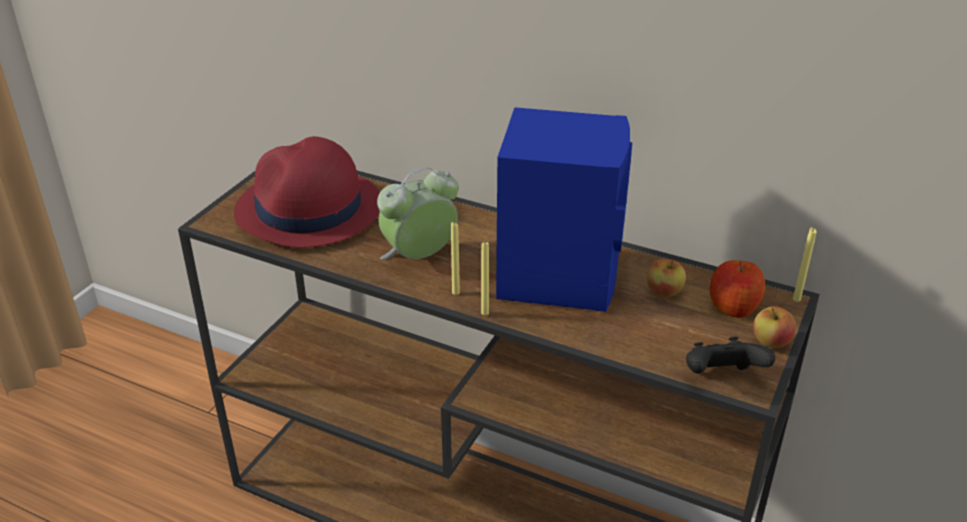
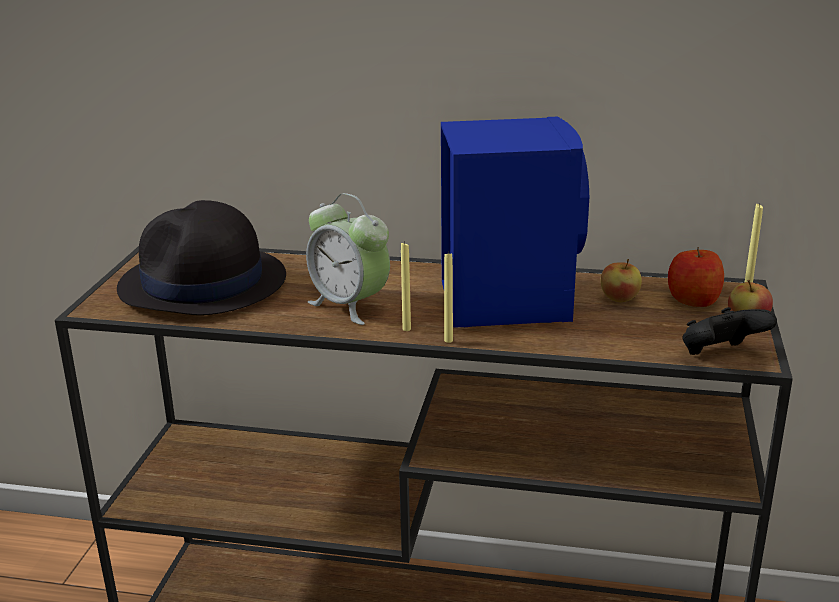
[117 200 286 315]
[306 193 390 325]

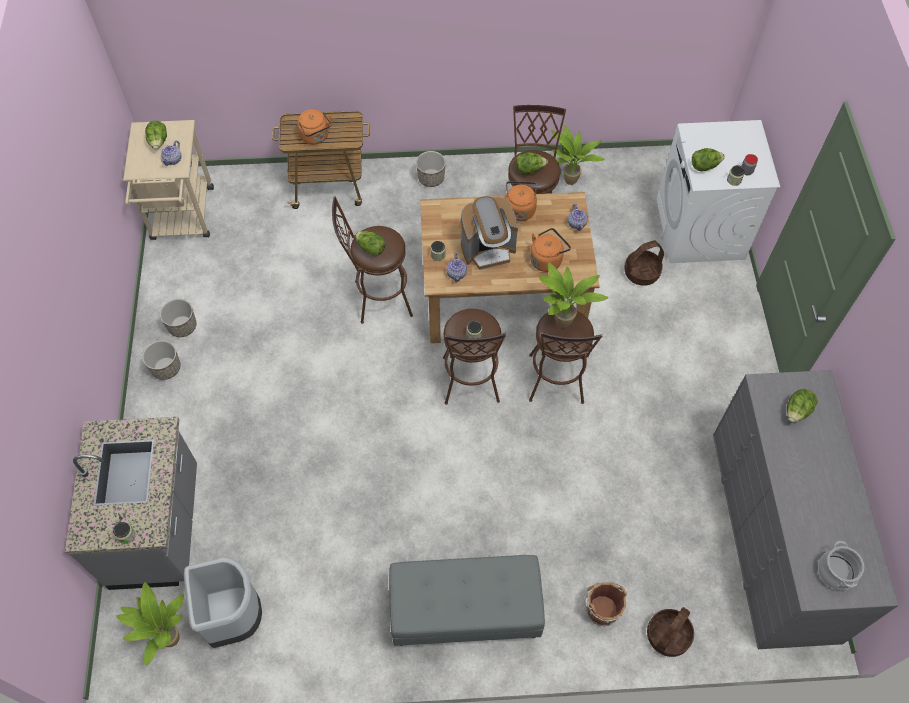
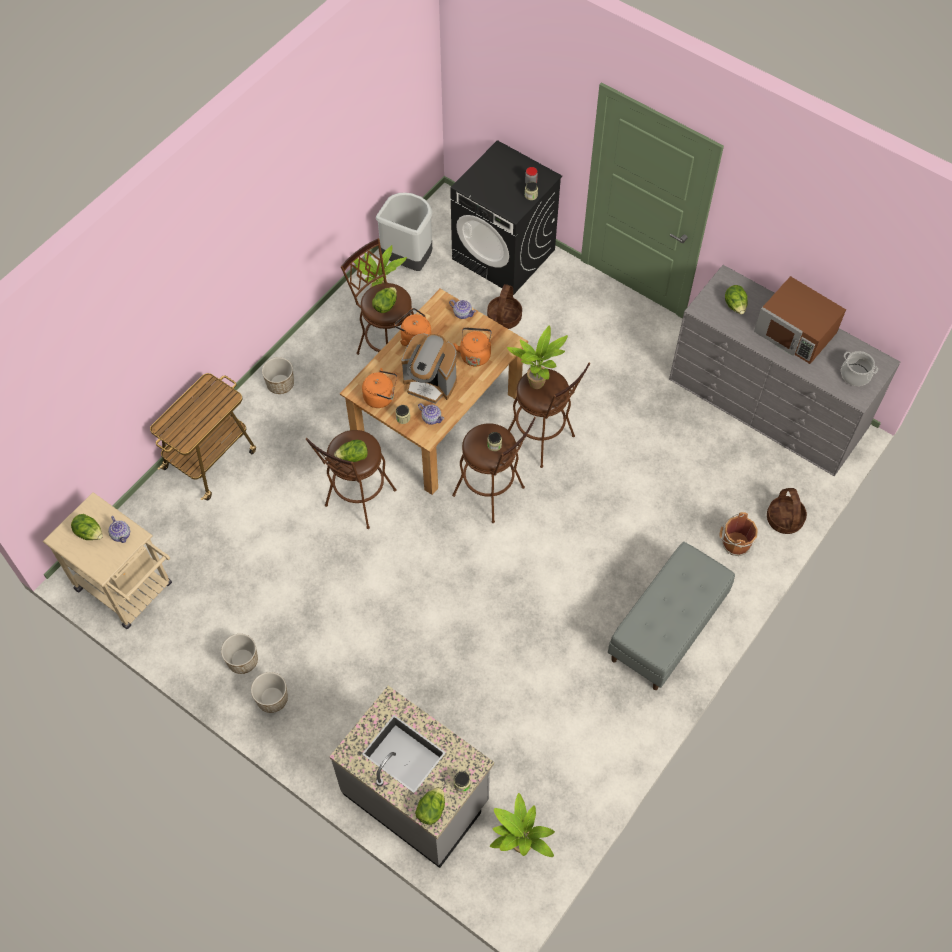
[754 276 846 364]
[376 193 433 271]
[362 368 397 408]
[415 787 445 825]
[450 140 562 295]
[401 334 457 404]

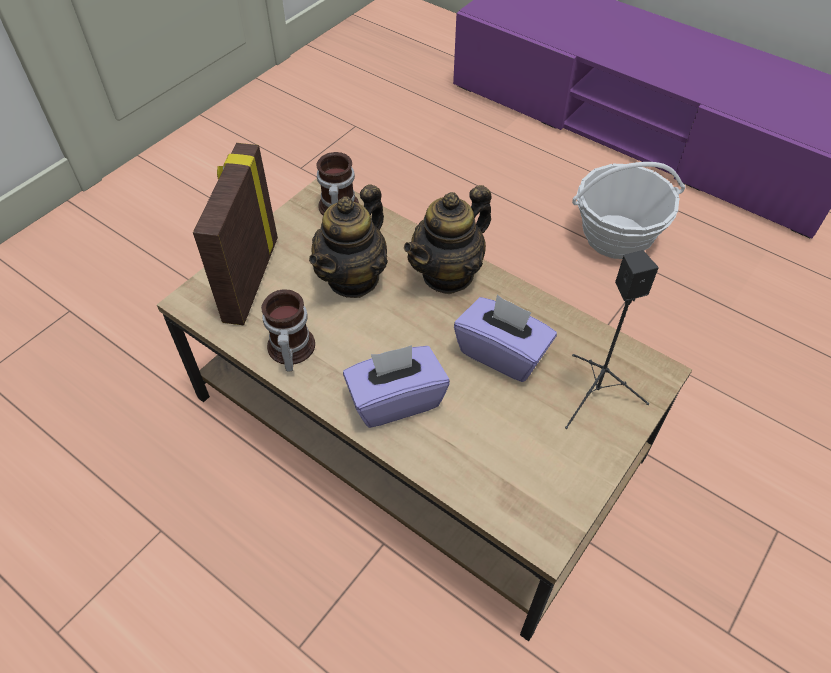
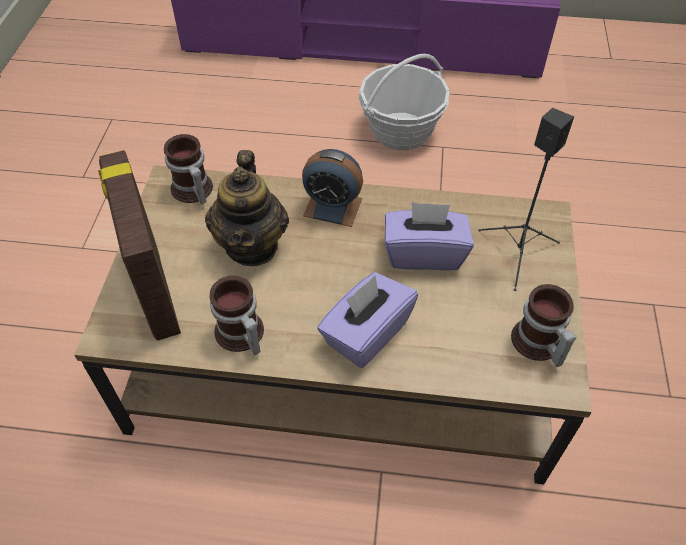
[511 284 576 367]
[302 149 363 227]

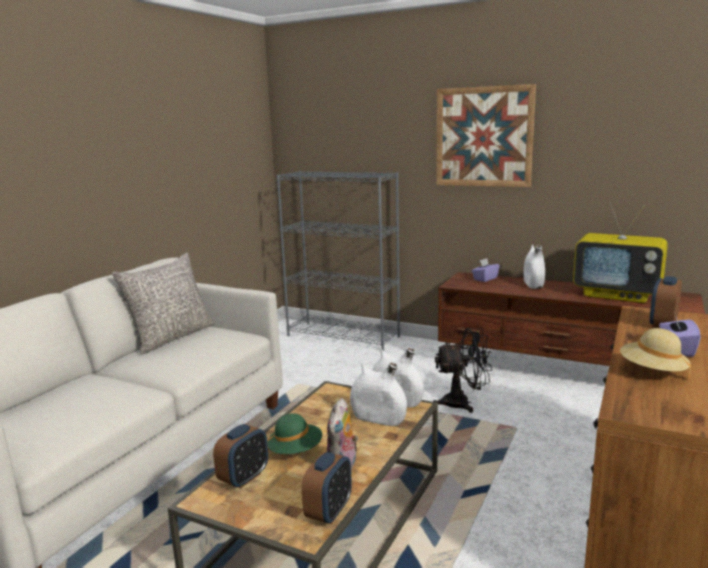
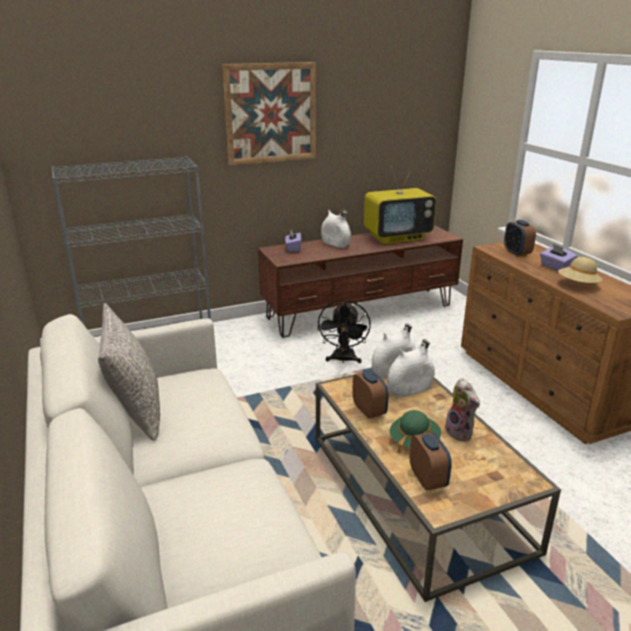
[352 370 389 419]
[317 300 371 363]

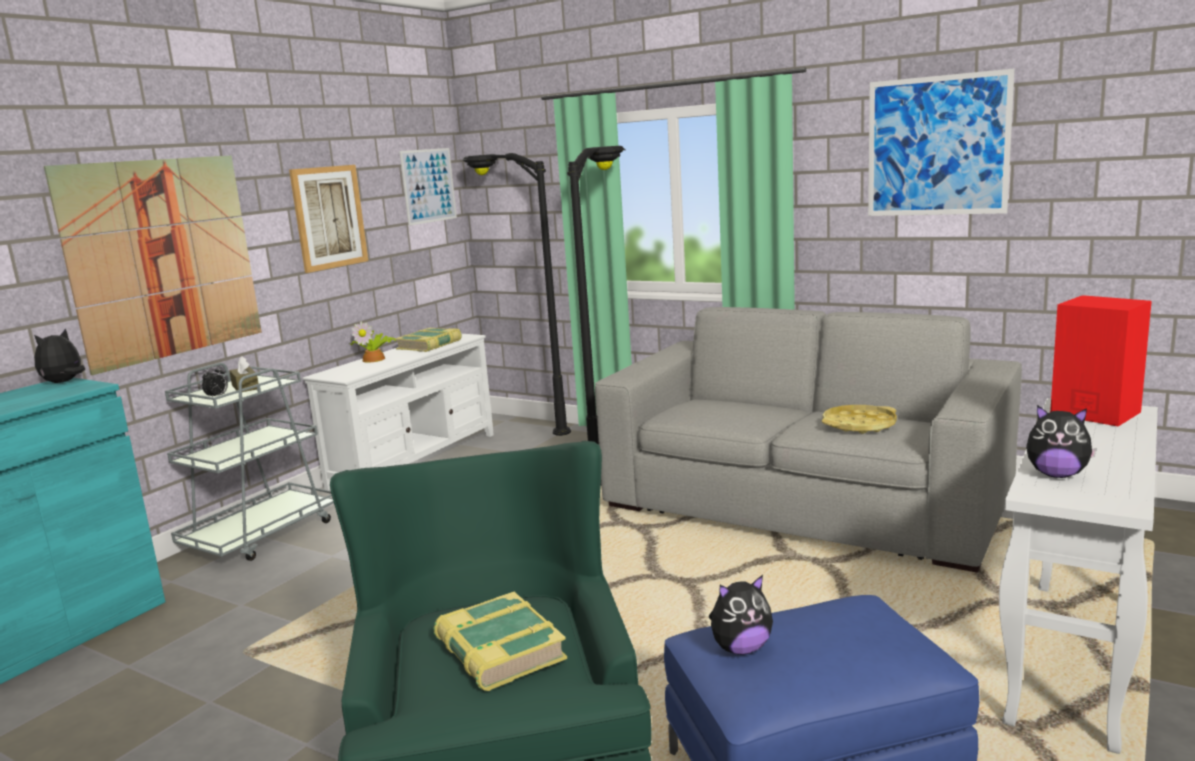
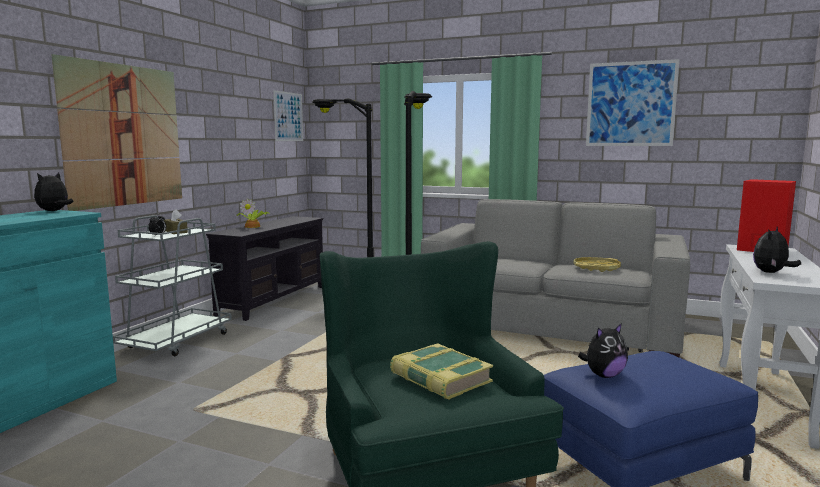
[289 165 368 273] (first image)
[395 328 462 352] (first image)
[206 216 323 321]
[753 227 801 273]

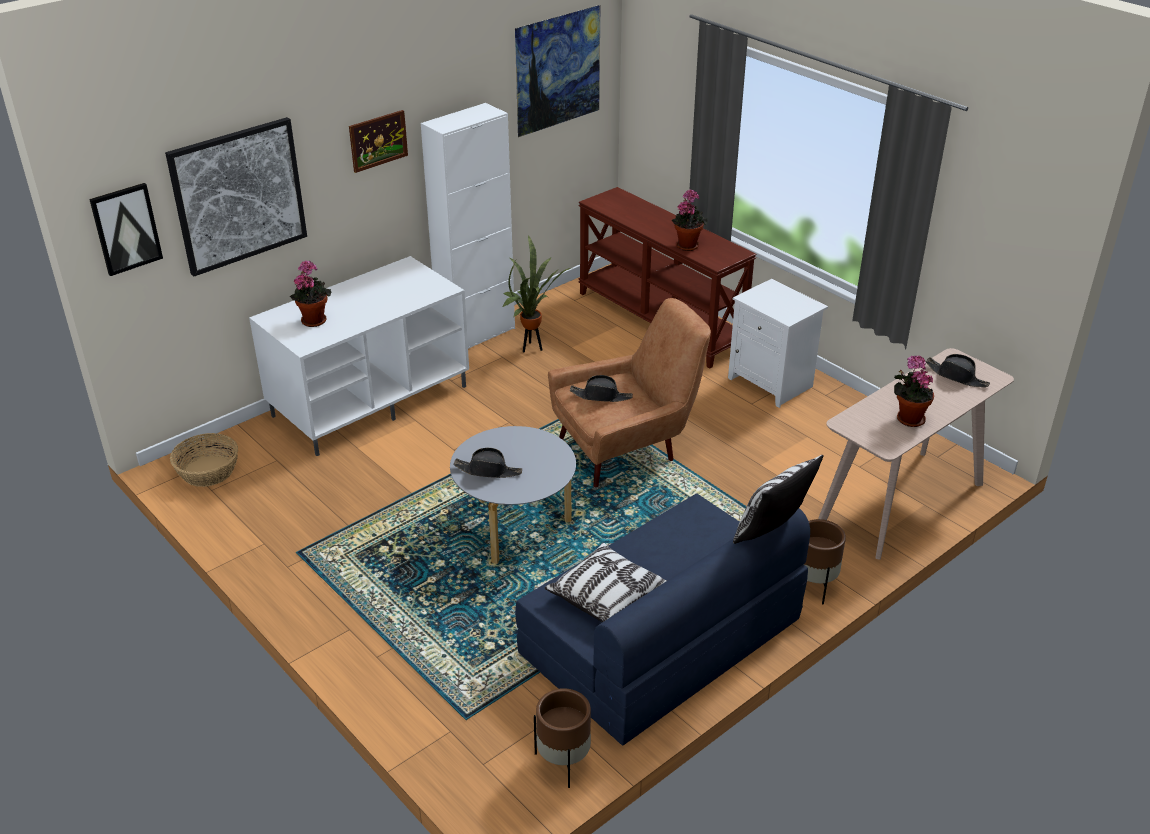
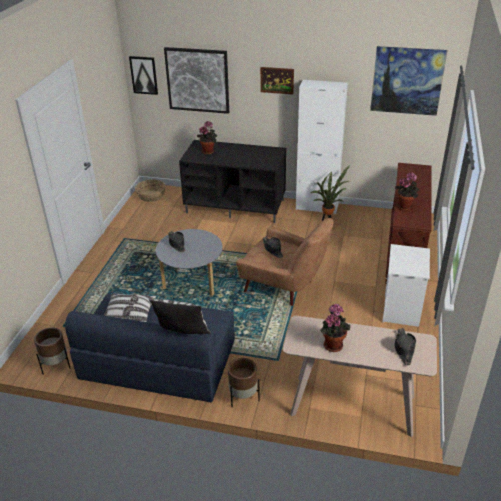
[179 140 286 223]

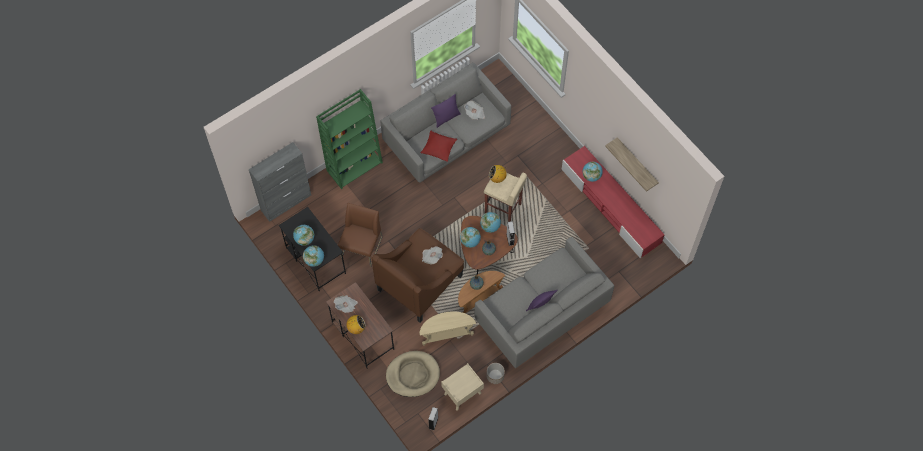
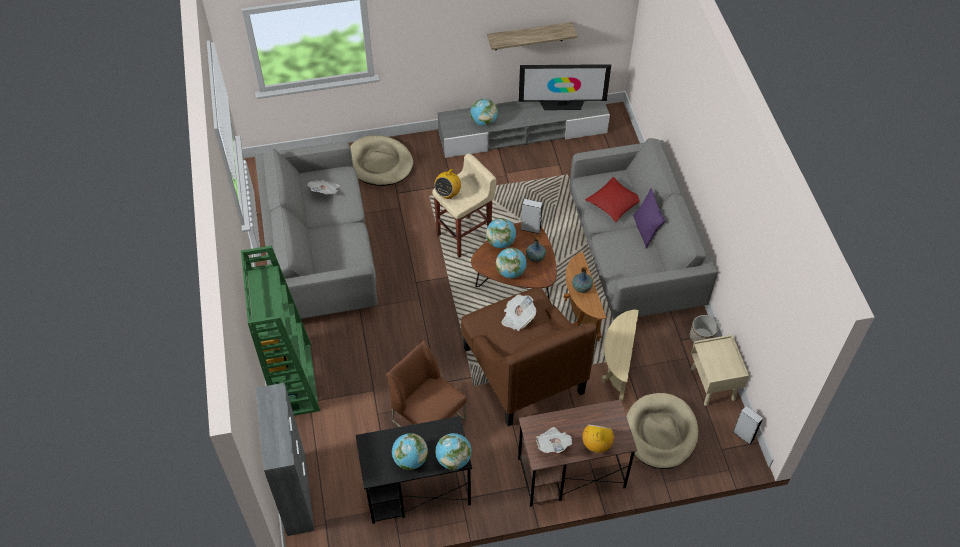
[431 94 461 128] (first image)
[350 135 413 186]
[519 64 611 110]
[585 177 640 222]
[437 101 610 158]

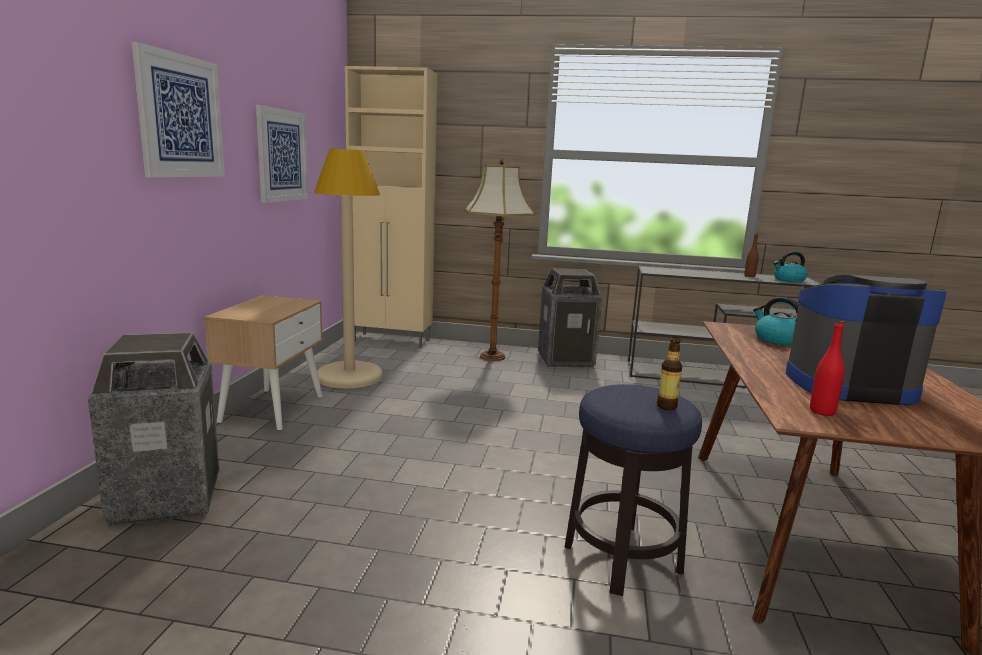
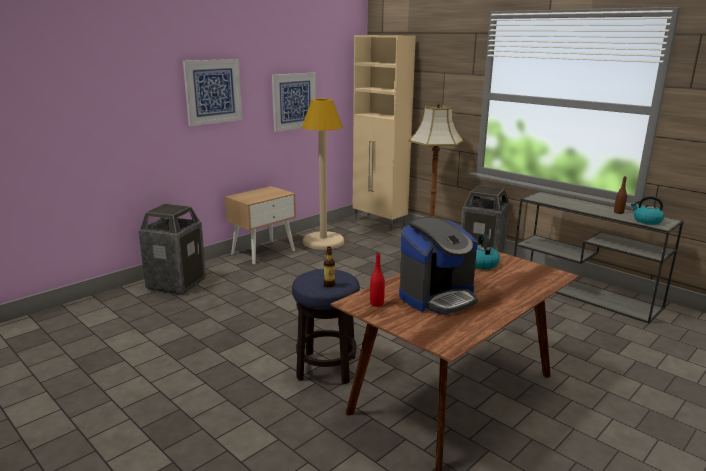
[399 217 478 315]

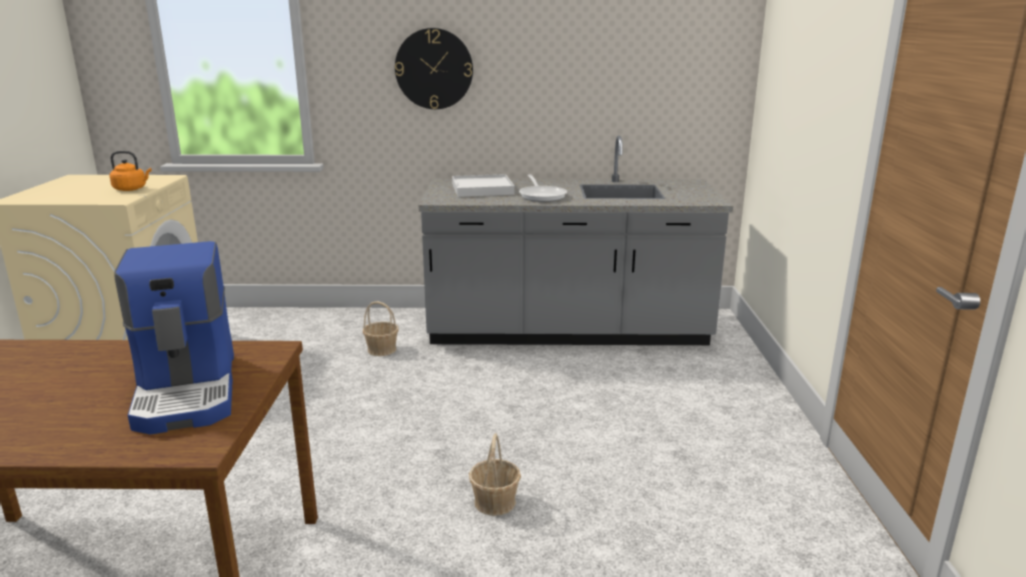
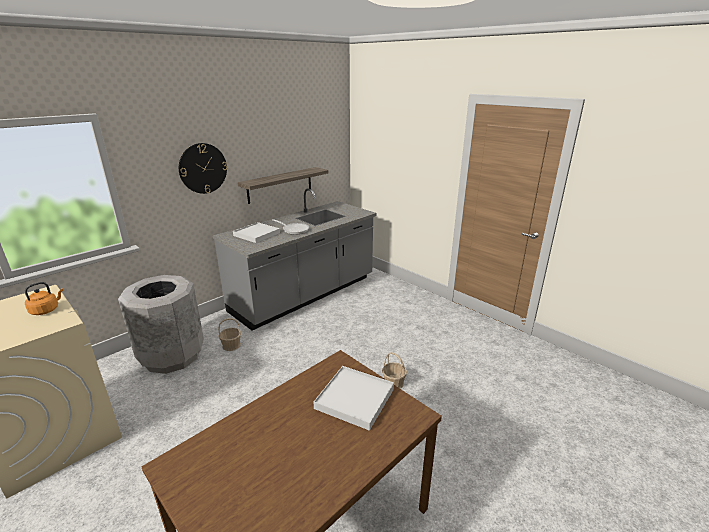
[118 275 204 374]
[238 167 328 204]
[314 366 394 431]

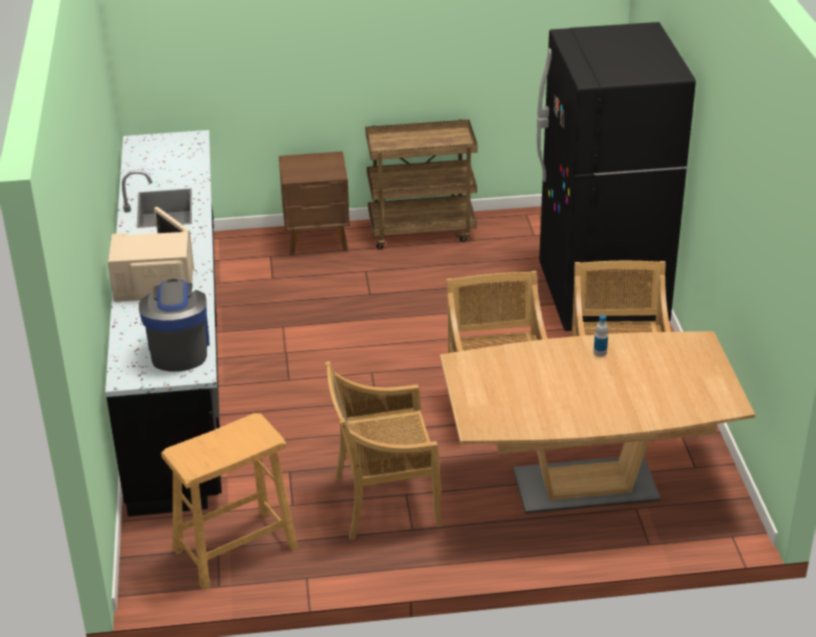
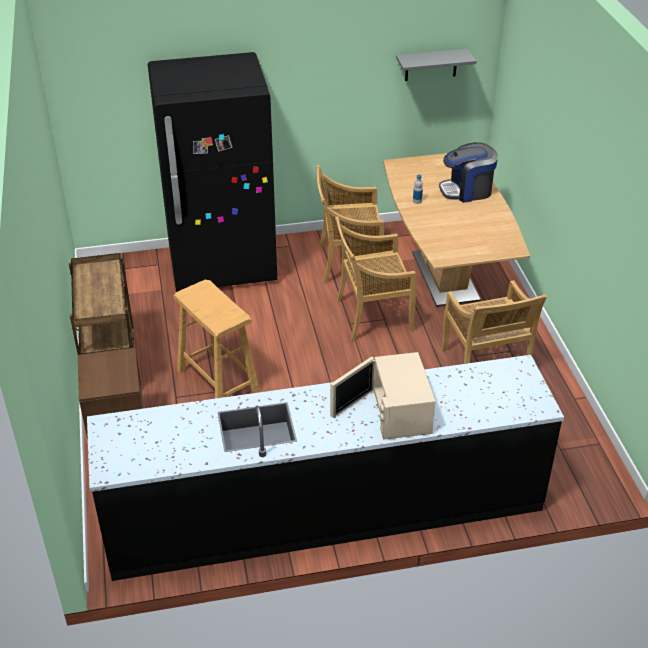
[396 49 477 81]
[439 142 498 203]
[174 280 259 399]

